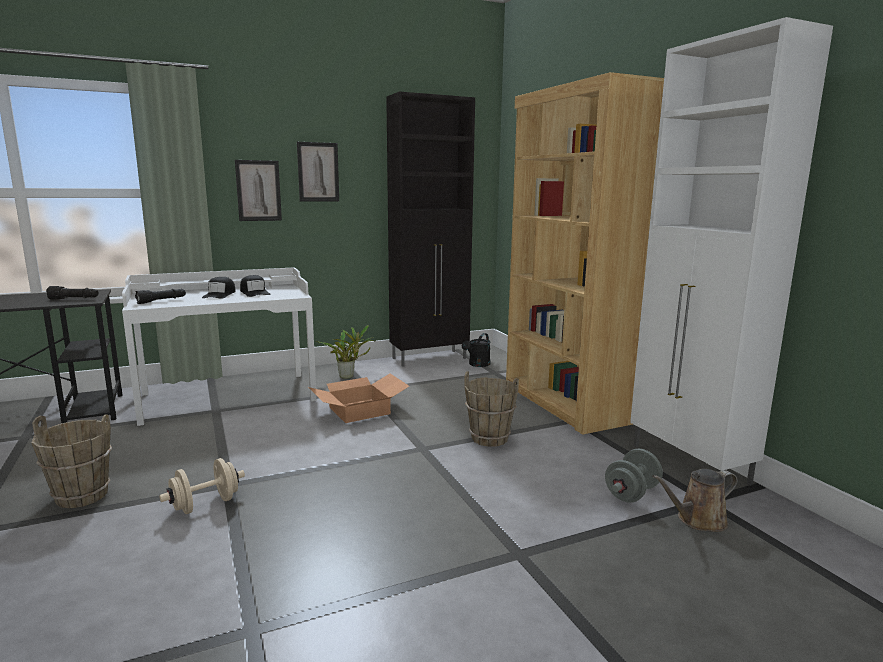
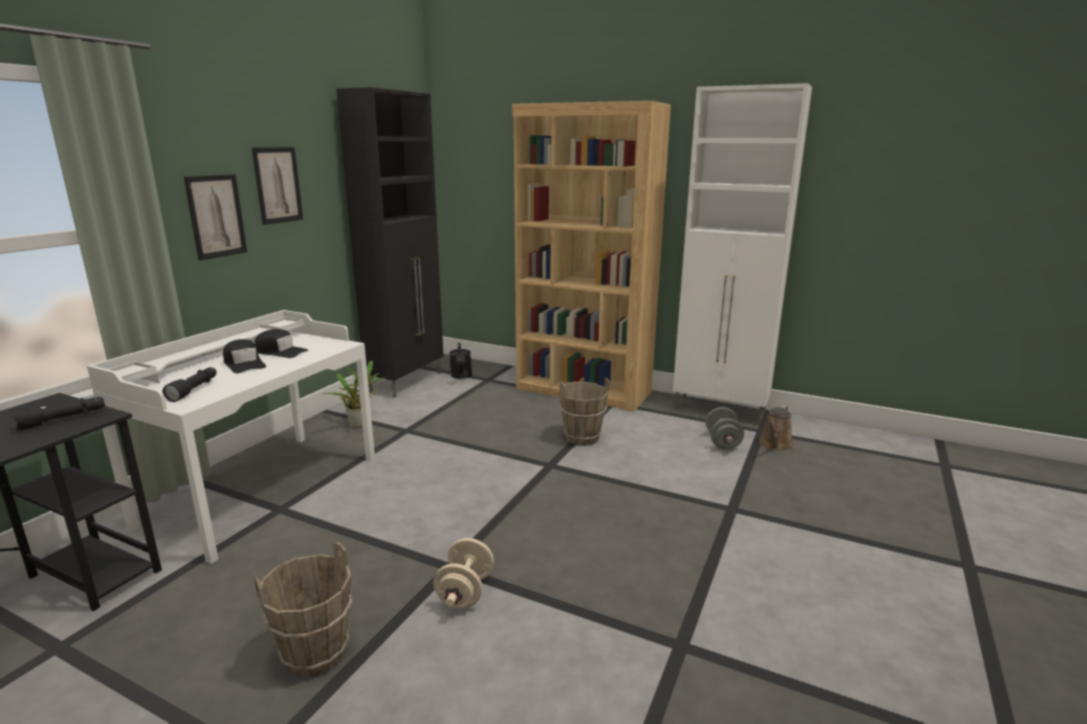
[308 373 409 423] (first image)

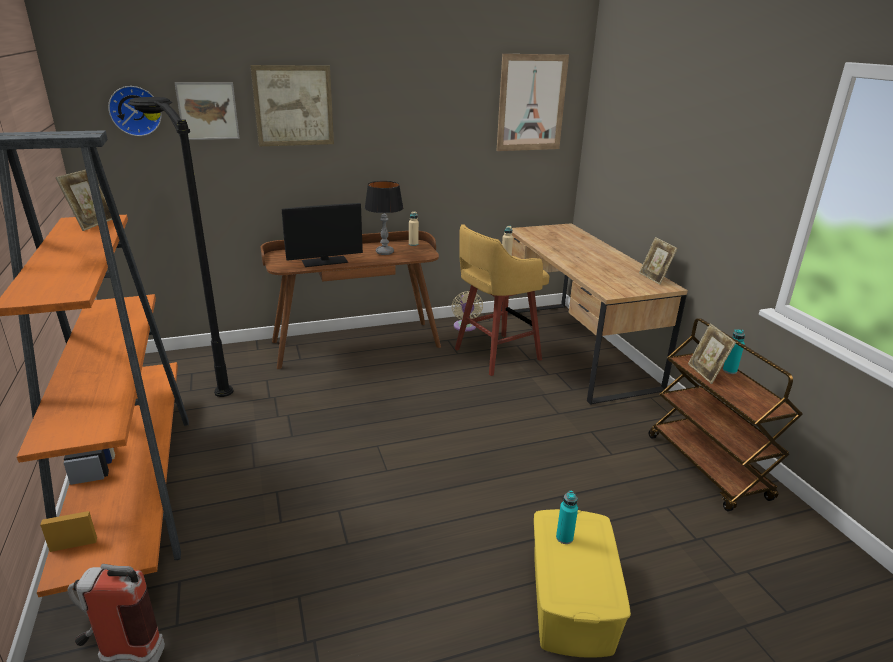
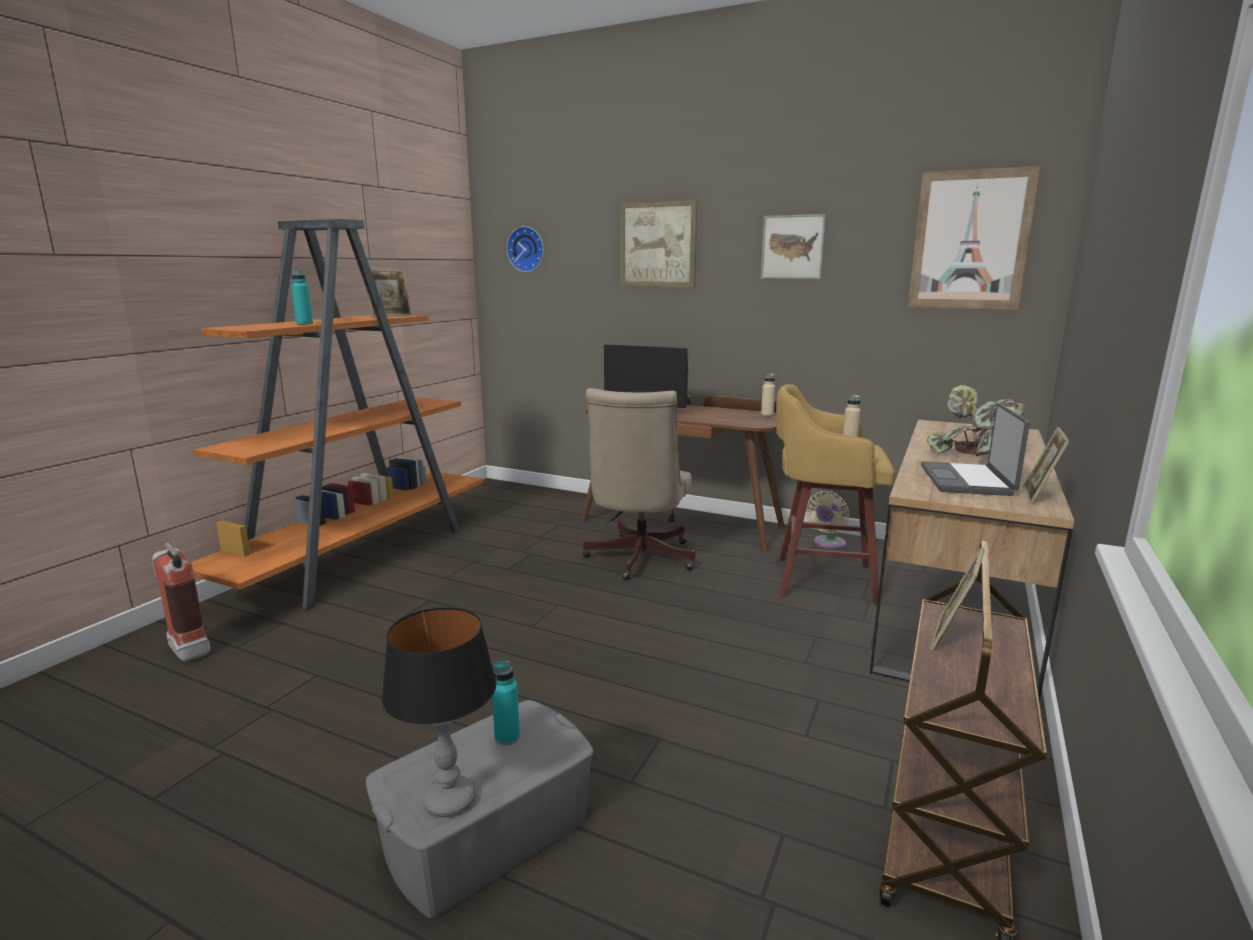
[128 97 233 397] (first image)
[582 388 695 580]
[921 403 1030 496]
[927 385 1026 456]
[761 214 826 279]
[381 607 497 817]
[291 270 313 325]
[366 700 594 919]

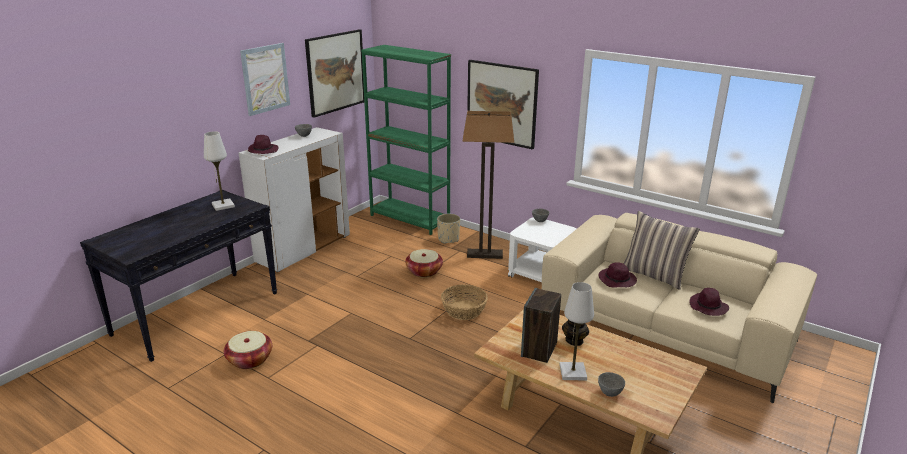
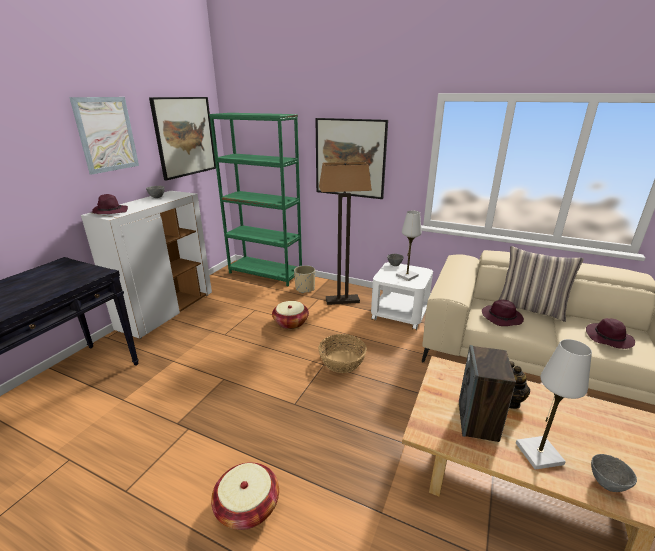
[396 211 422 281]
[211 462 279 530]

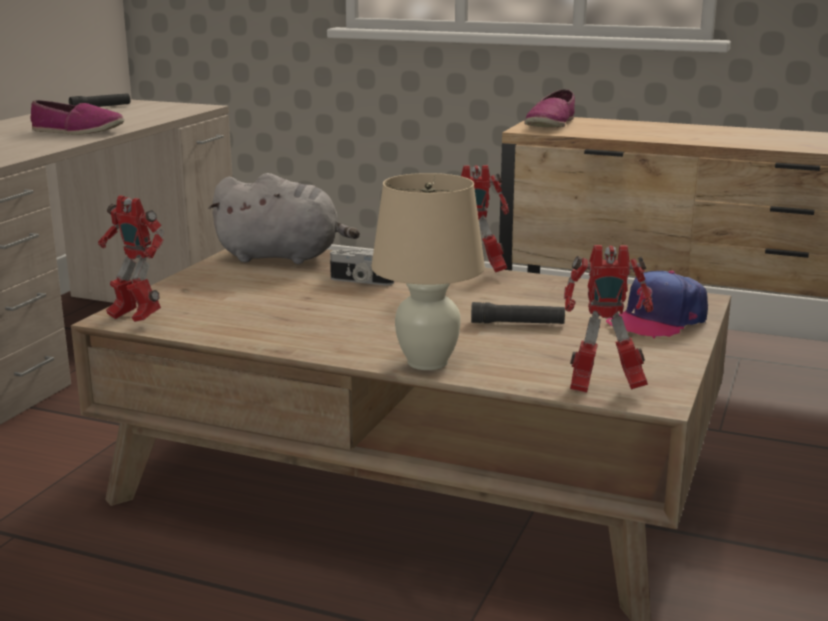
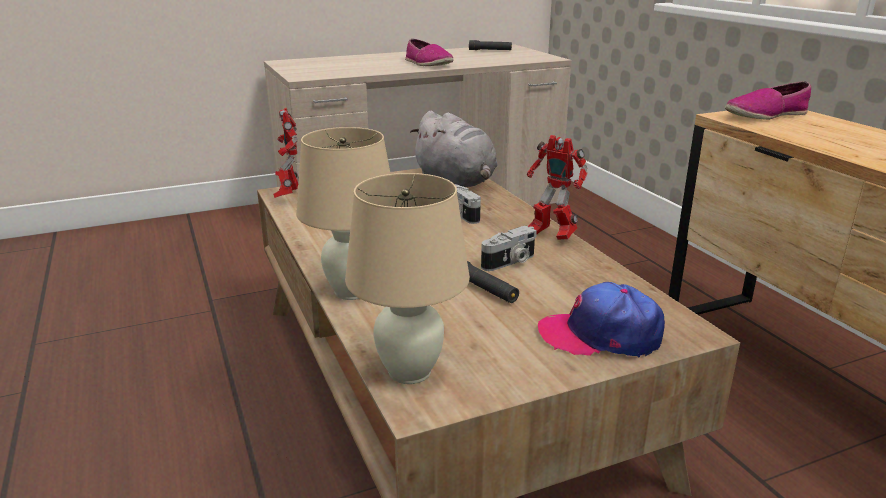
[481 226 537 271]
[345 173 470 384]

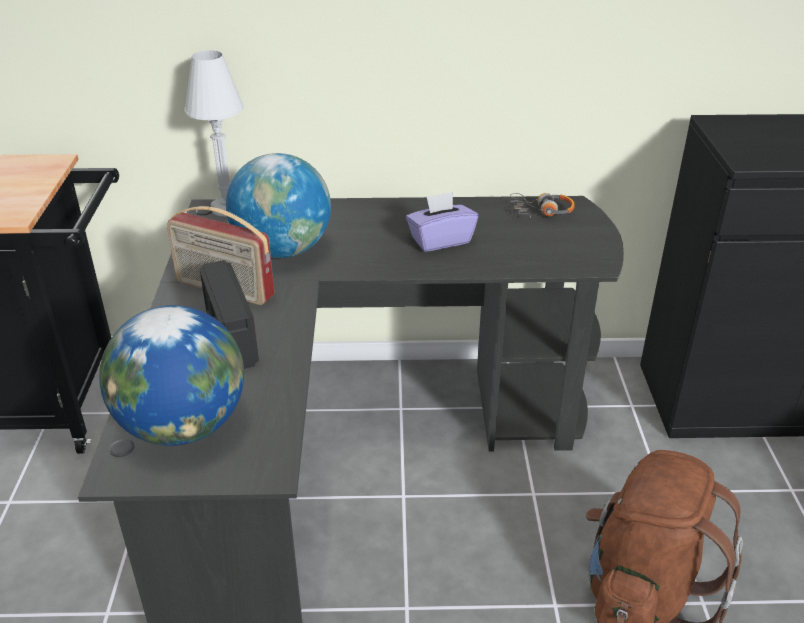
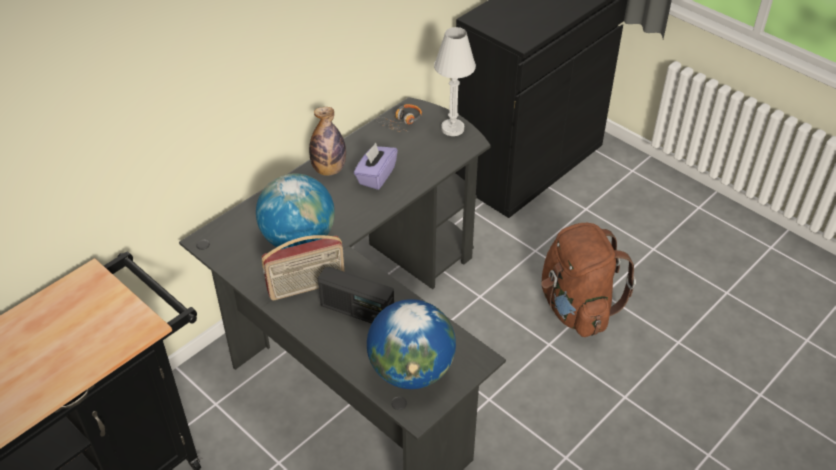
[309 107 346 176]
[434 27 476 136]

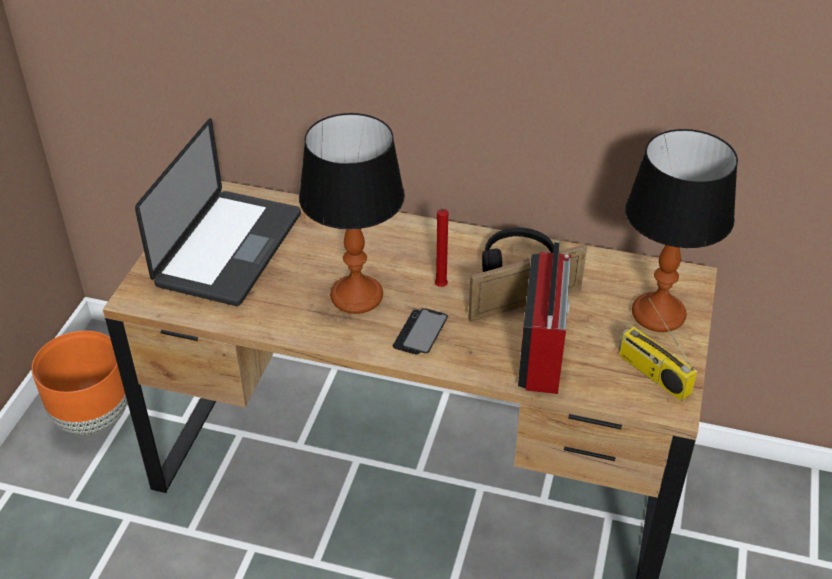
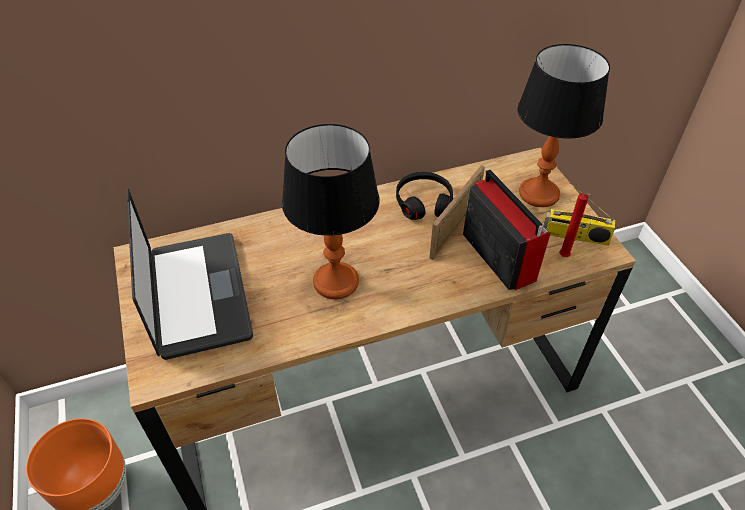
[393 308 448 355] (first image)
[559 193 592 257]

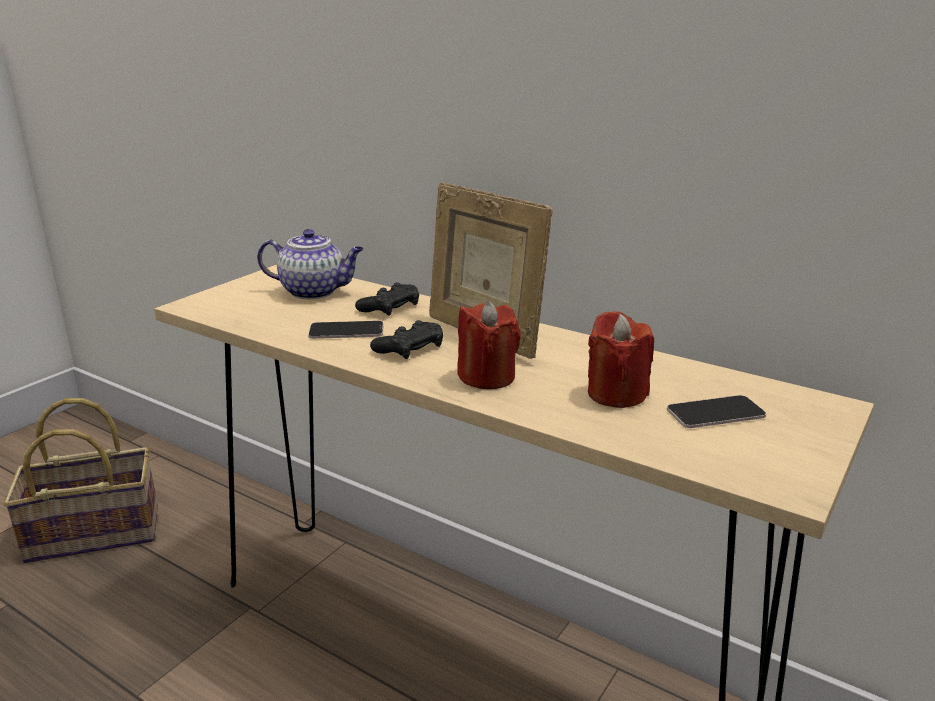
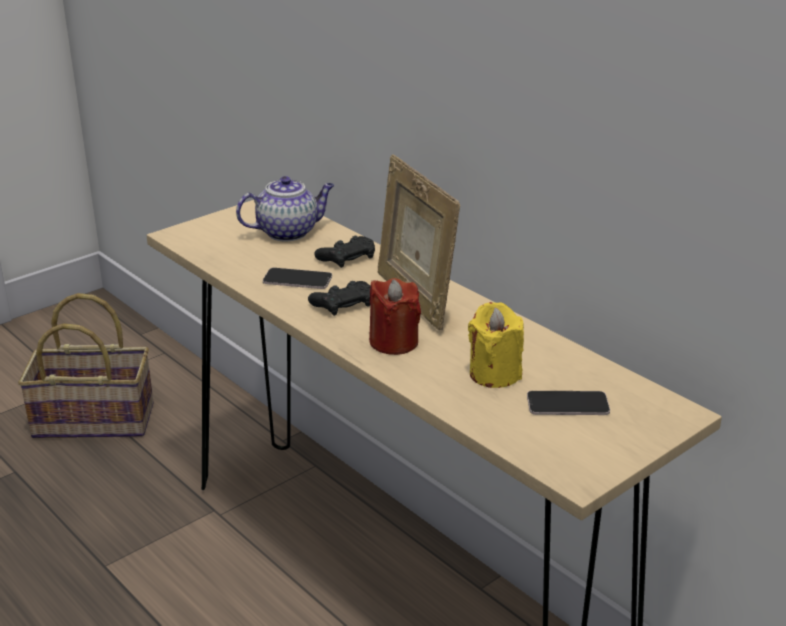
[468 302 524 388]
[236 176 335 241]

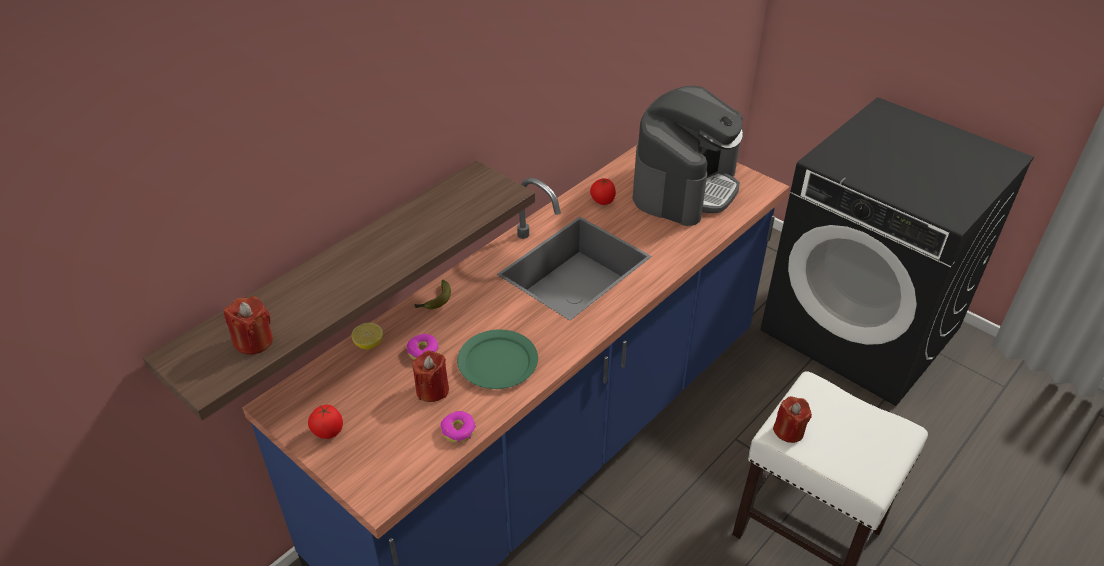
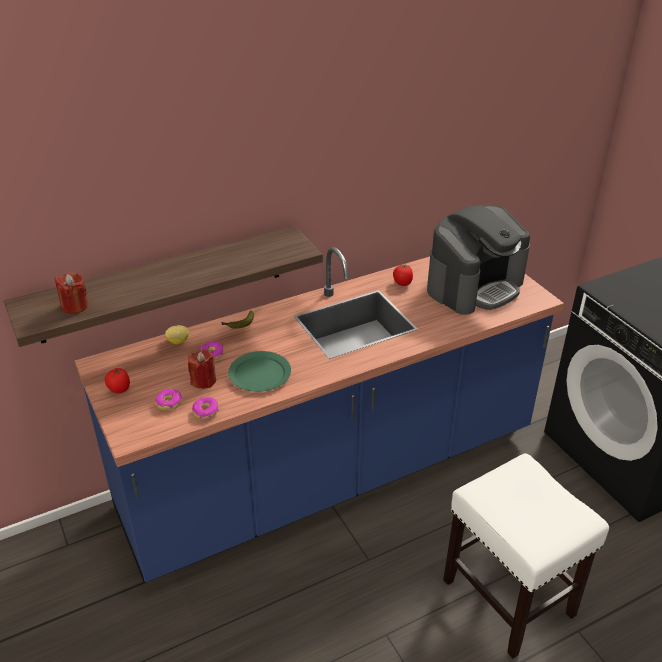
[773 396 812 443] (first image)
[155 389 182 410]

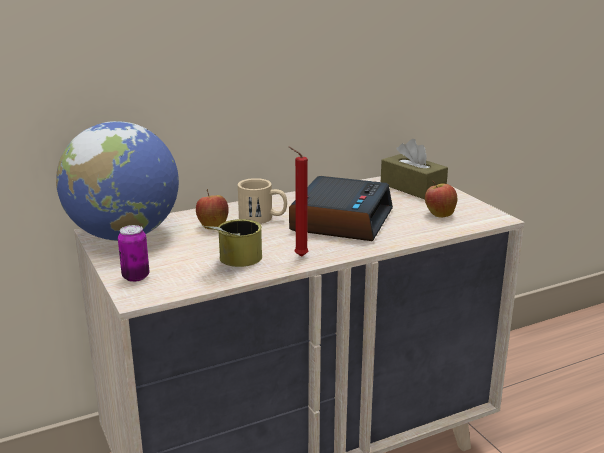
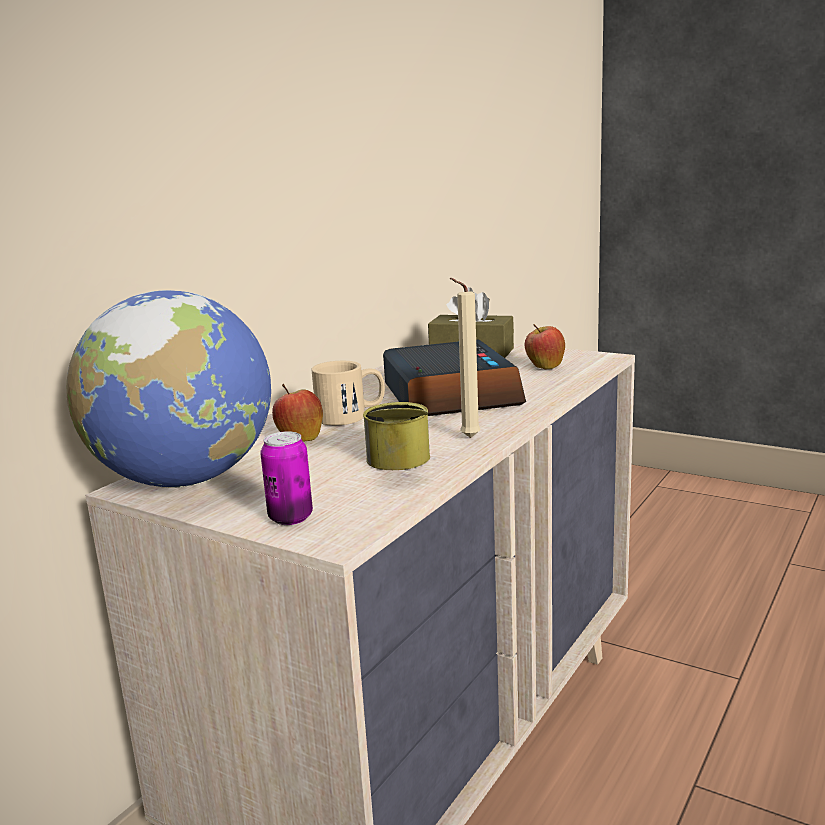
[450 278 481 438]

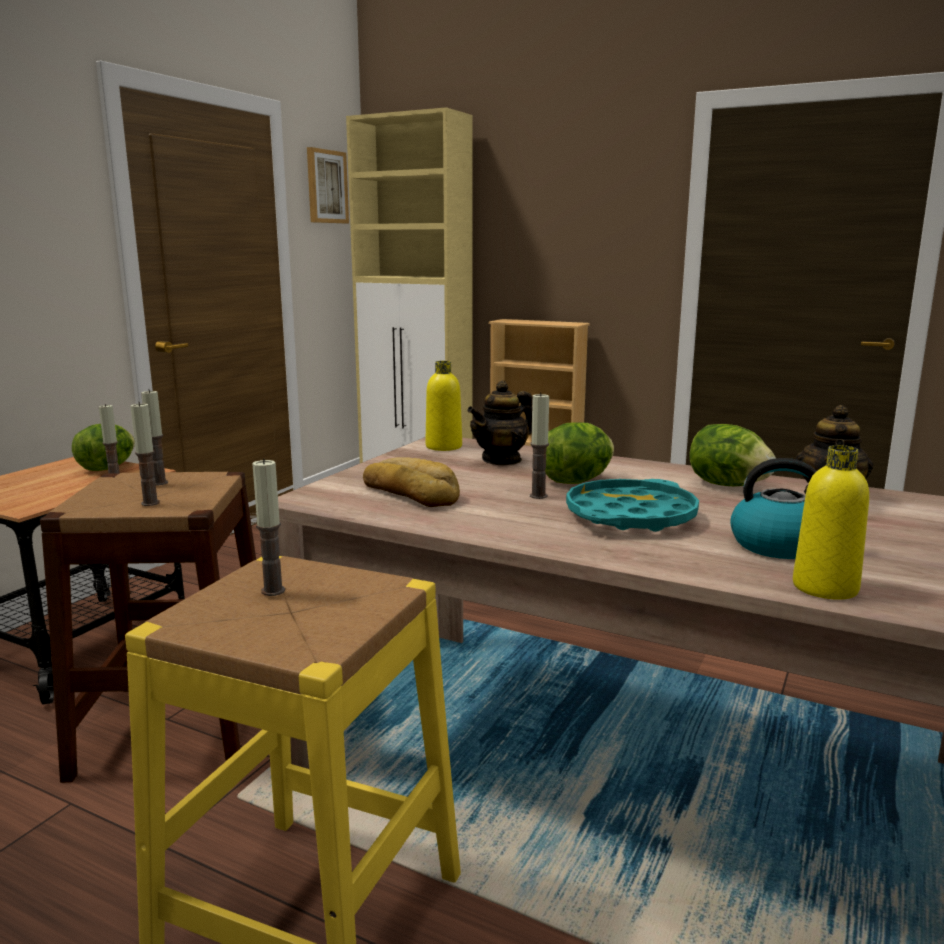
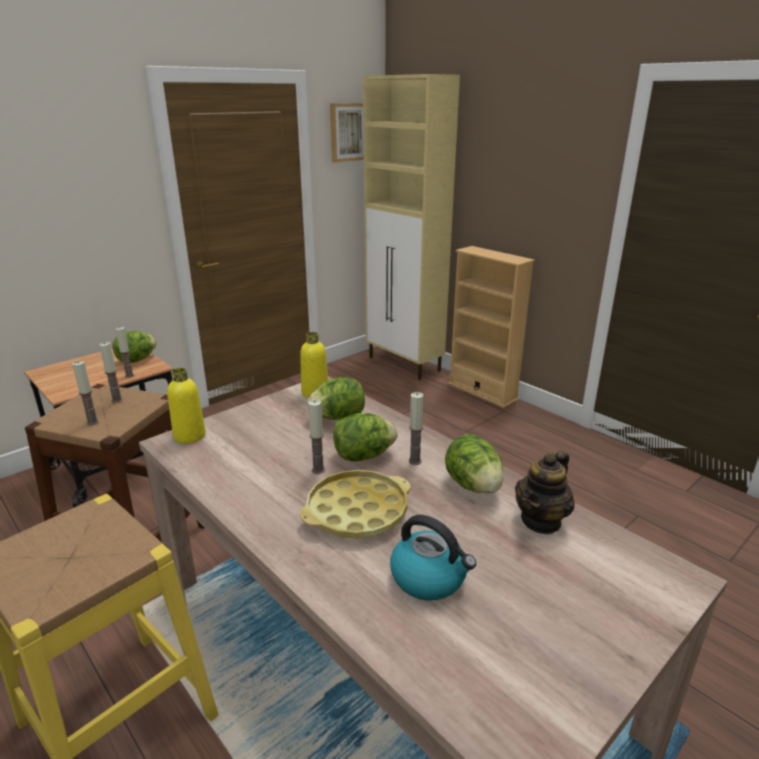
[363 457 460 507] (first image)
[409 392 424 465]
[167 368 206 444]
[307 377 365 420]
[300 470 411 539]

